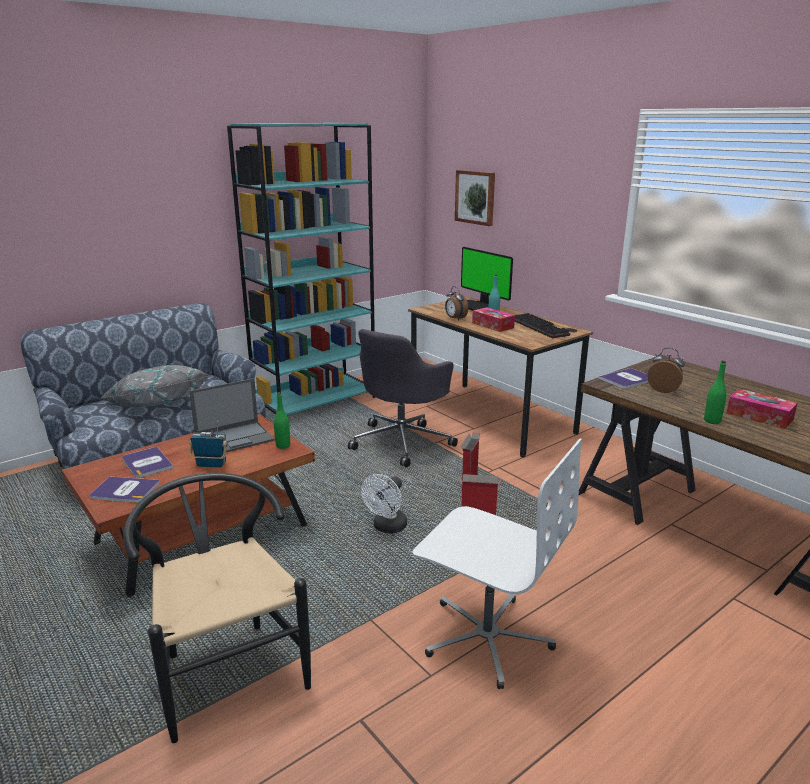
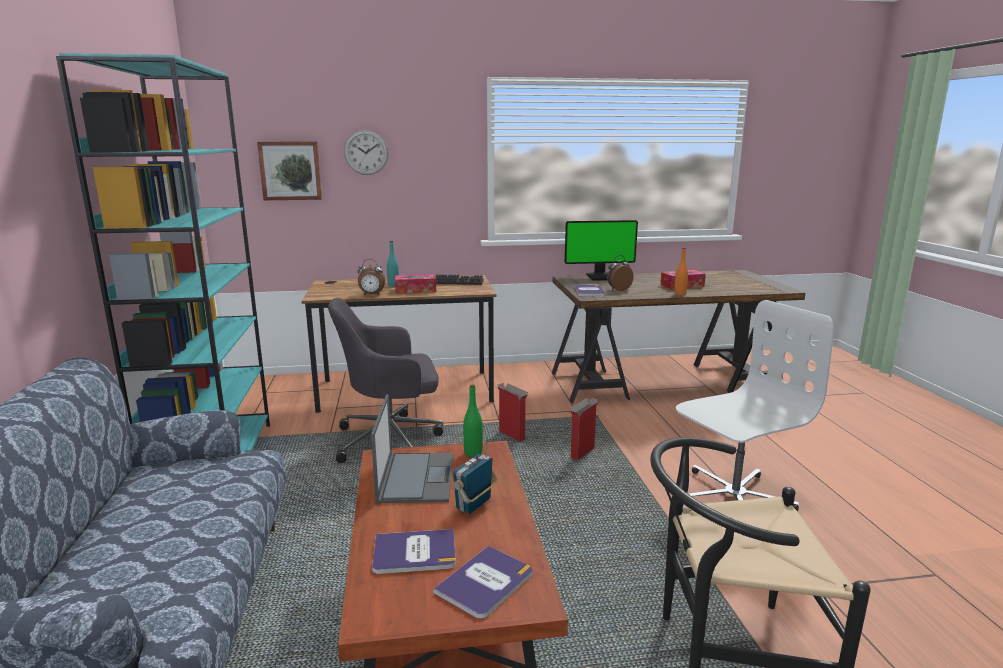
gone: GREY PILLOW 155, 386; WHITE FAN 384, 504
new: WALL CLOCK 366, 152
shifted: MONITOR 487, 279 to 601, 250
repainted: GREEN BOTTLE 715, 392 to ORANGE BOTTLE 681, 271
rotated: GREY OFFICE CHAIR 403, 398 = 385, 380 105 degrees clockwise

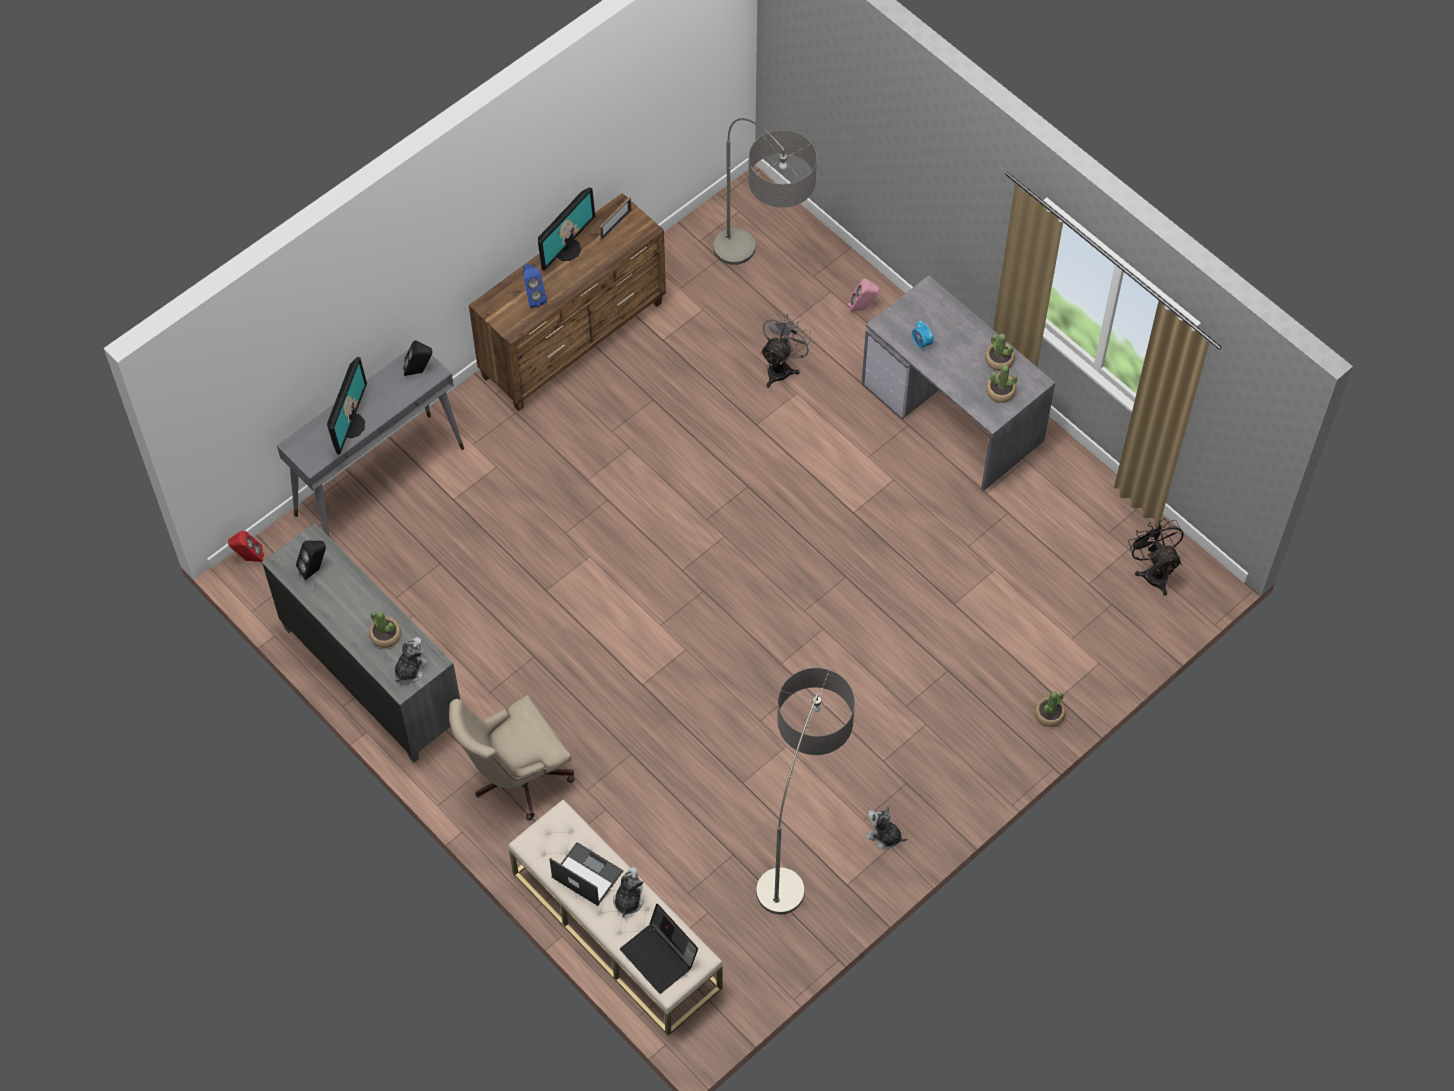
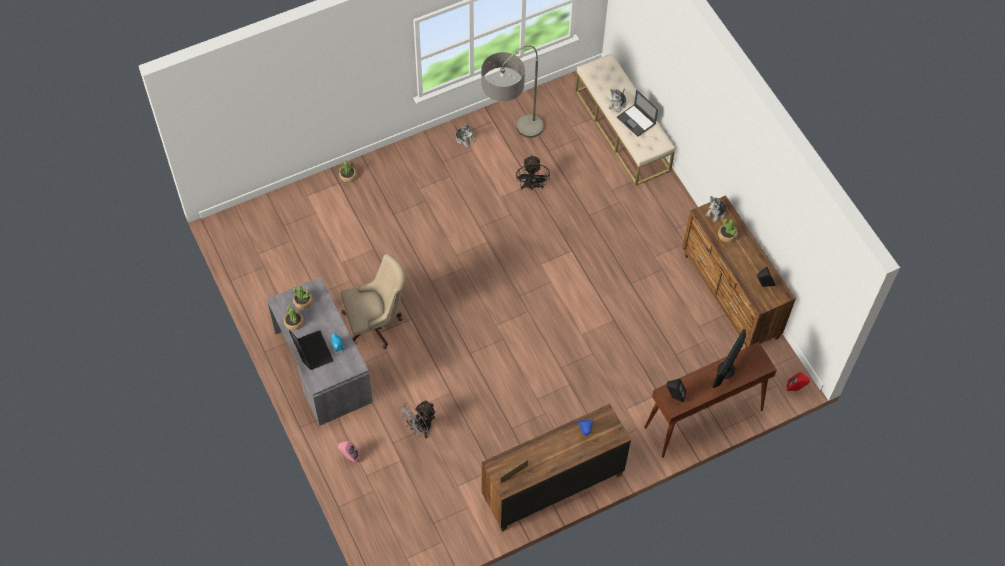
gone: MONITOR 566, 229; FLOOR LAMP 765, 191
shifted: LAPTOP 659, 949 to 311, 350; BEIGE OFFICE CHAIR 511, 758 to 373, 301; BLACK FAN 1156, 557 to 533, 172
repainted: GREY CONSOLE TABLE 370, 442 to BROWN CONSOLE TABLE 710, 400; GREY DRESSER 361, 643 to BROWN DRESSER 739, 271

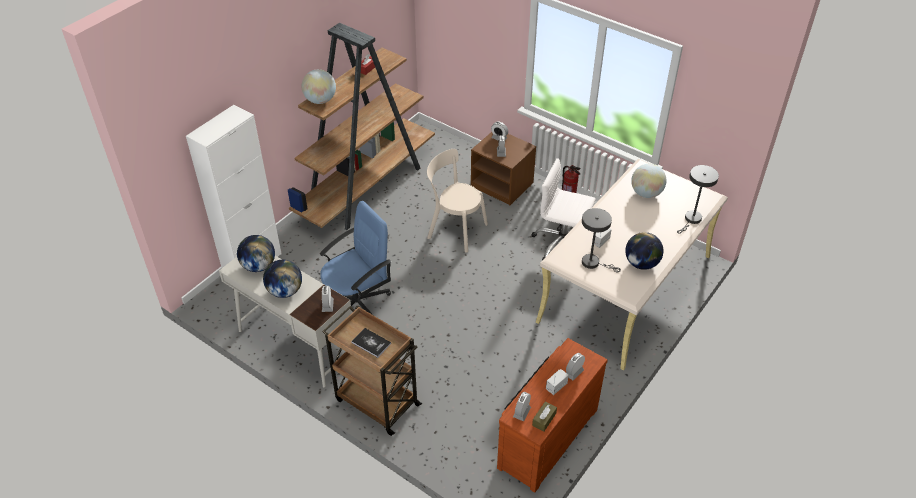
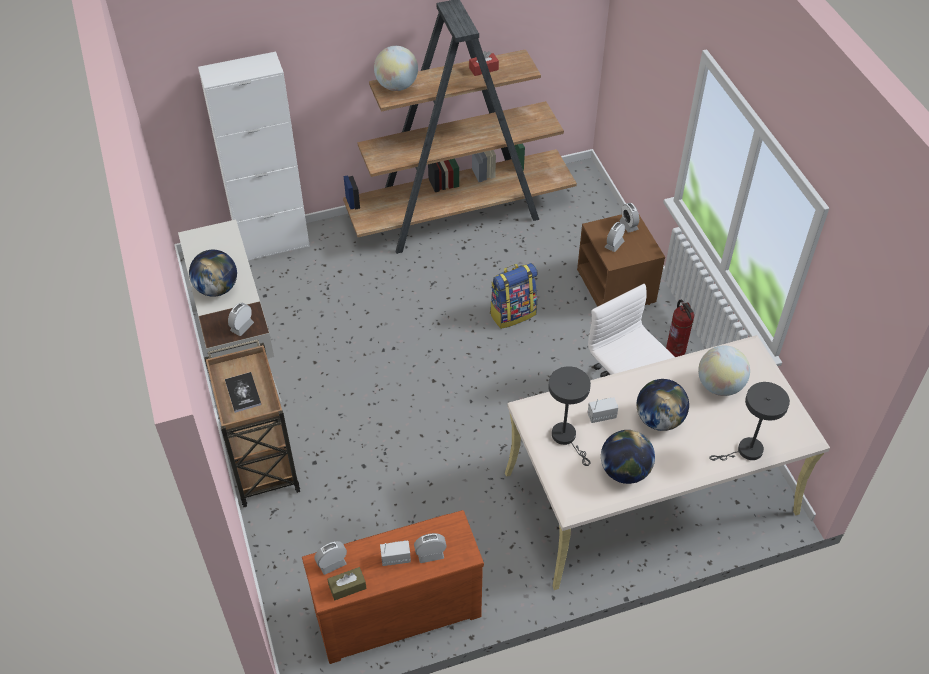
gone: BLUE OFFICE CHAIR 355, 258
shifted: GLOBE 256, 253 to 663, 405
swapped: BEIGE CHAIR 457, 201 to BACKPACK 514, 296

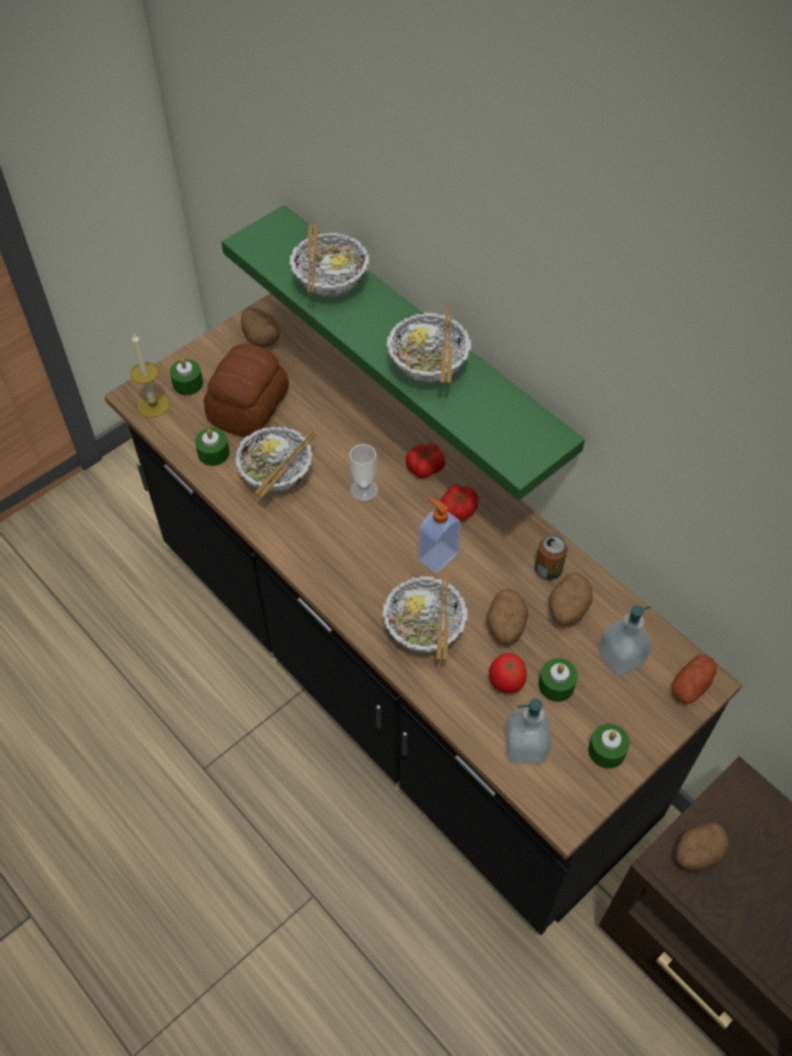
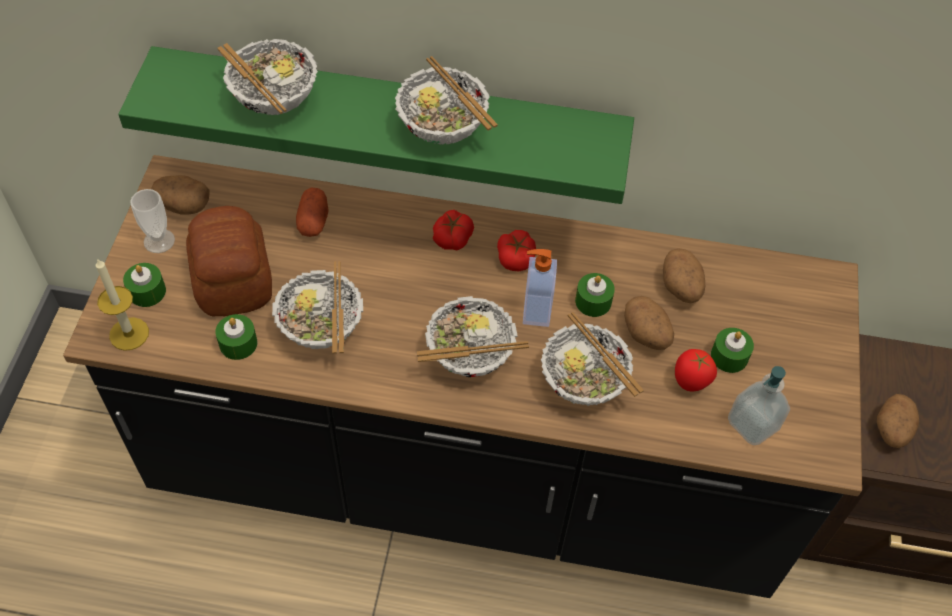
gone: CAN 551, 557; SOAP DISPENSER 625, 640
new: BOWL 473, 336
shifted: CUP 363, 472 to 152, 221; POTATO 694, 679 to 312, 212; GREEN CANDLE 609, 746 to 595, 295

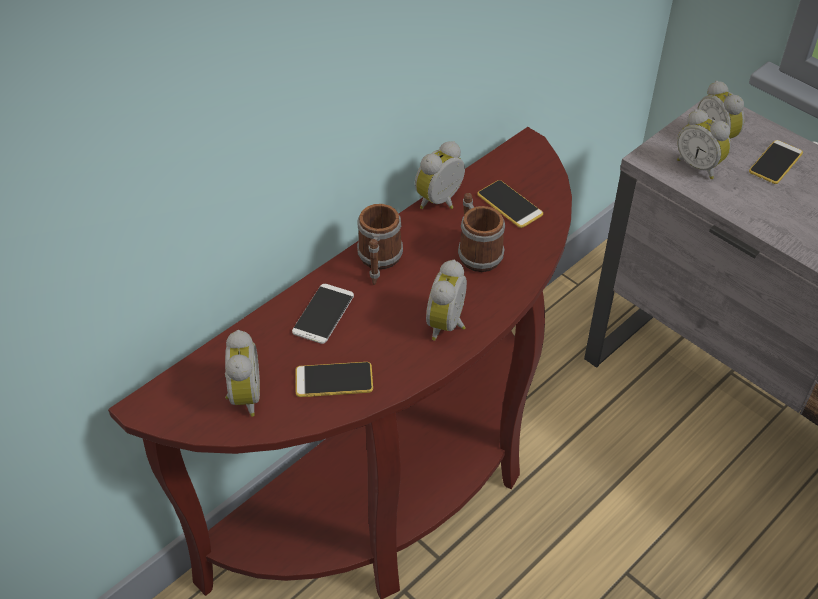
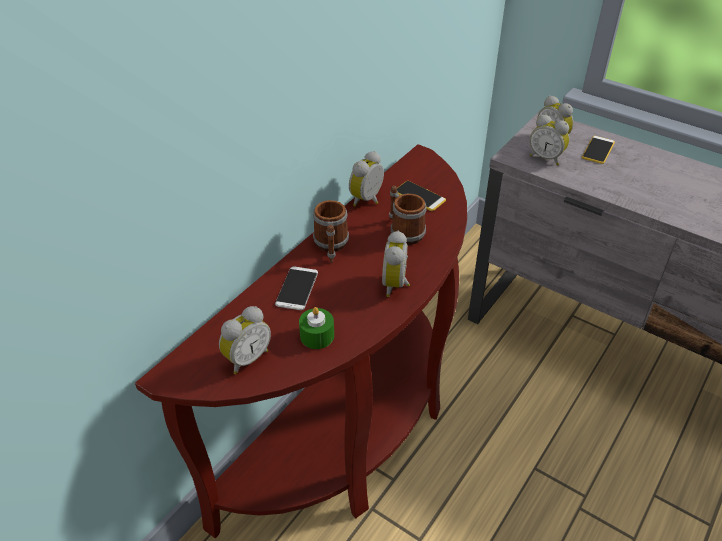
swapped: PHONE 334, 379 to GREEN CANDLE 316, 328
rotated: ALARM CLOCK 242, 373 = 245, 340 60 degrees clockwise

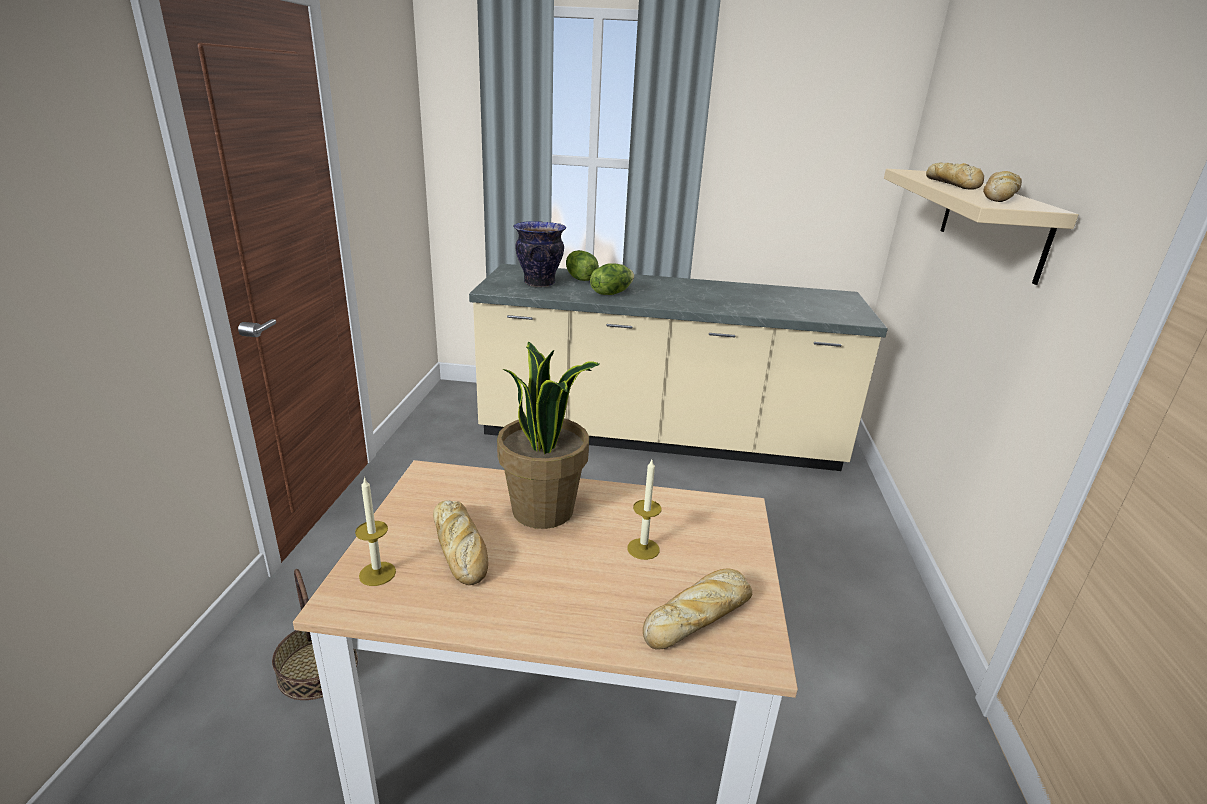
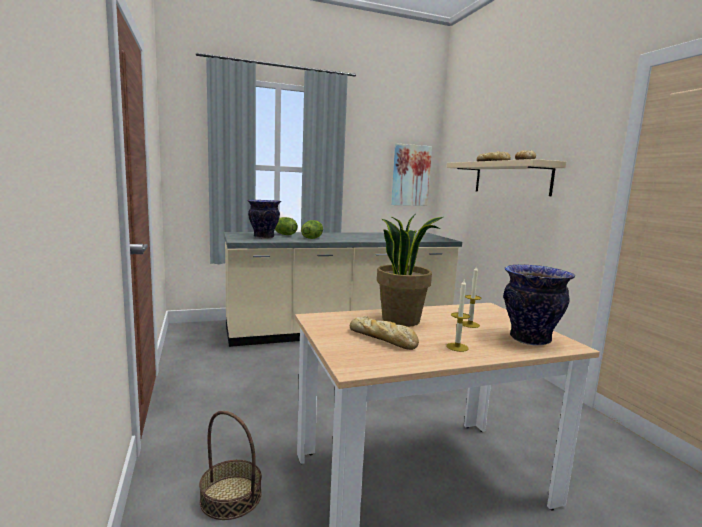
new: PICTURE 411, 174
shifted: CANDLE 375, 531 to 458, 316
swapped: BREAD 697, 609 to VASE 539, 305

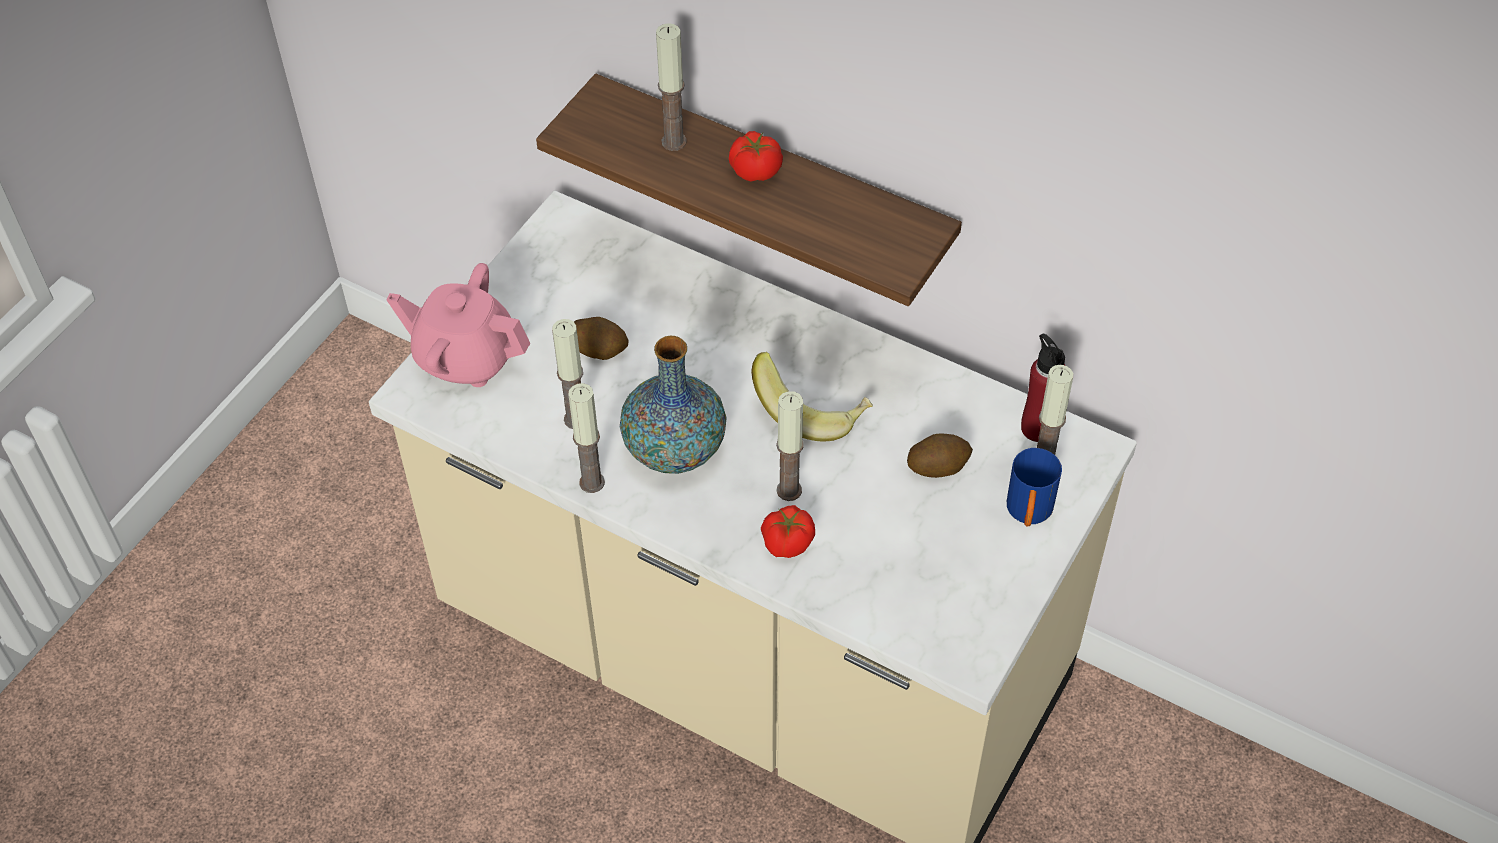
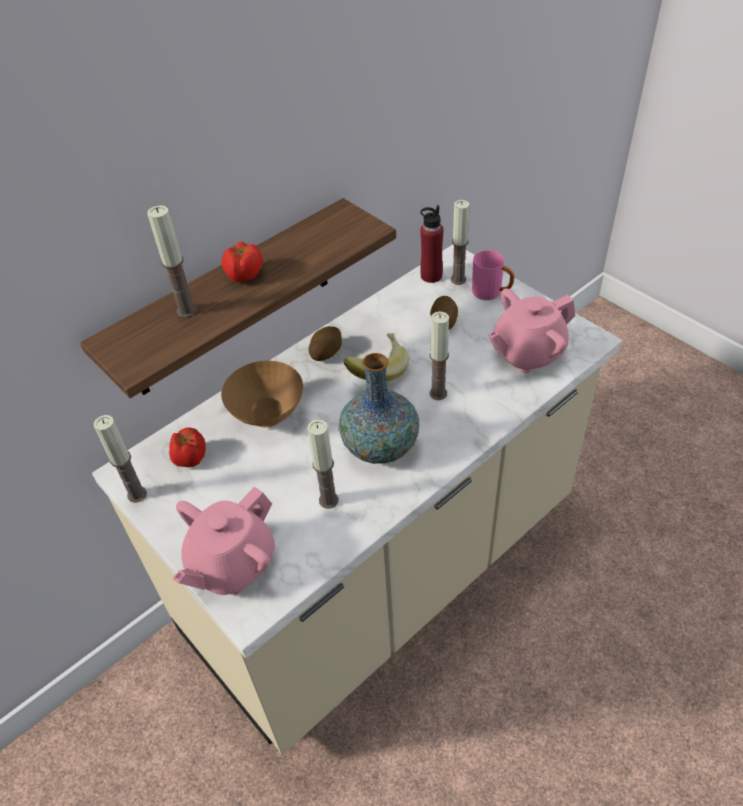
new: BROWN BOWL 262, 394; PINK TEAPOT 531, 331
shifted: CANDLE 586, 438 to 120, 459; TOMATO 788, 531 to 187, 447; POTATO 601, 338 to 325, 343
repainted: BLUE MUG 1034, 487 to PINK MUG 493, 275

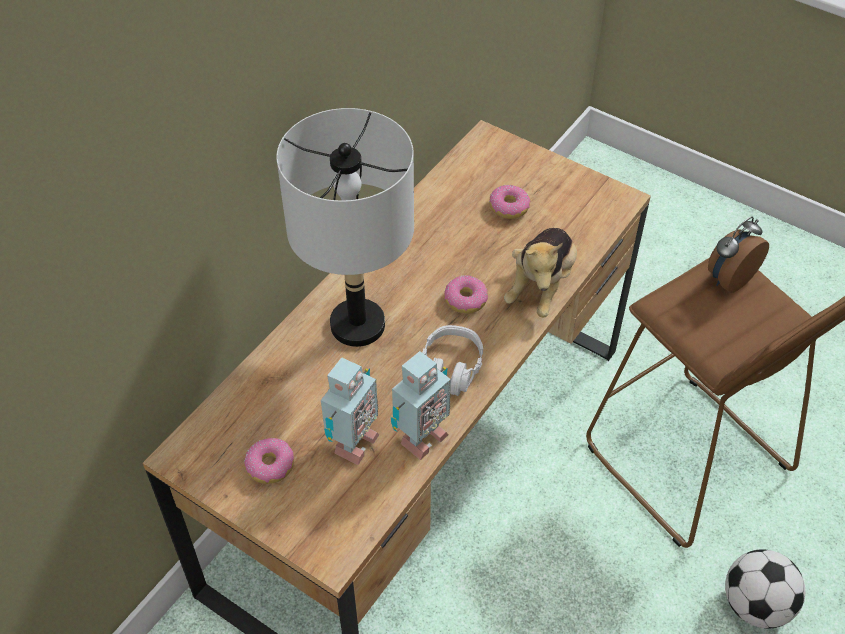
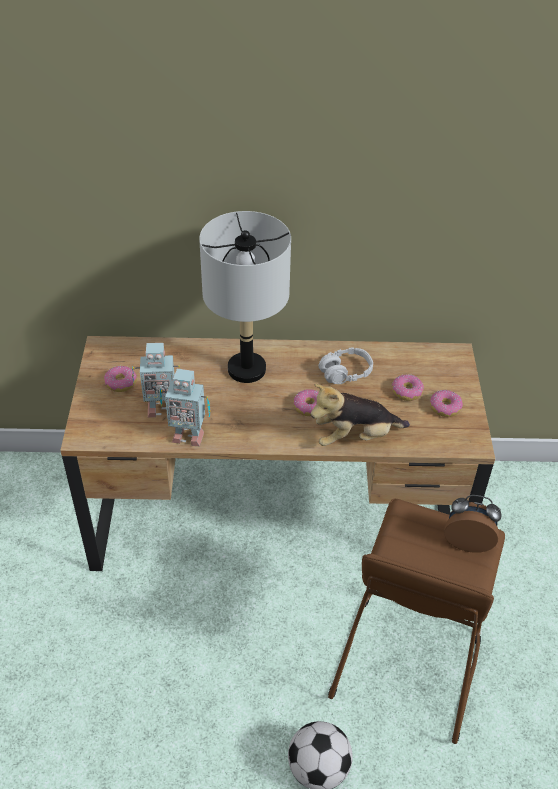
new: DONUT 446, 403
shifted: GREY HEADPHONES 452, 360 to 345, 366

